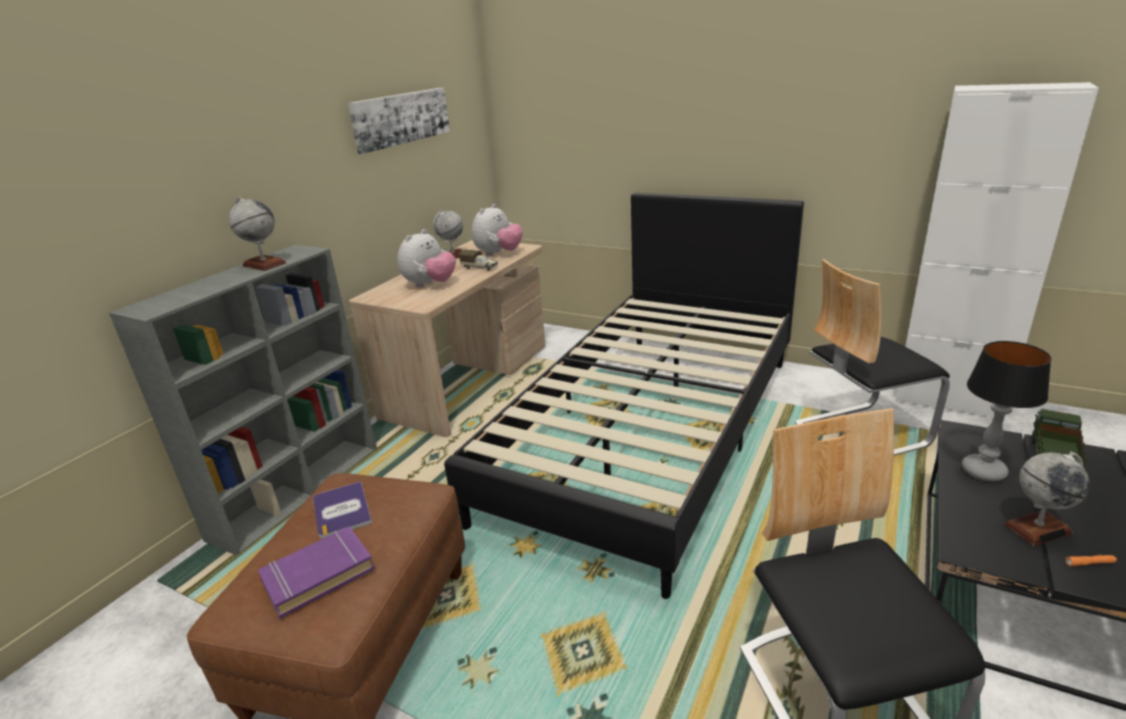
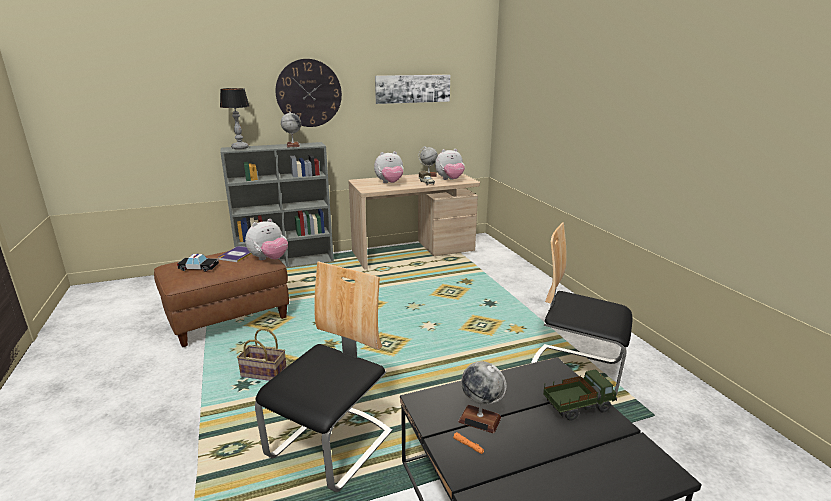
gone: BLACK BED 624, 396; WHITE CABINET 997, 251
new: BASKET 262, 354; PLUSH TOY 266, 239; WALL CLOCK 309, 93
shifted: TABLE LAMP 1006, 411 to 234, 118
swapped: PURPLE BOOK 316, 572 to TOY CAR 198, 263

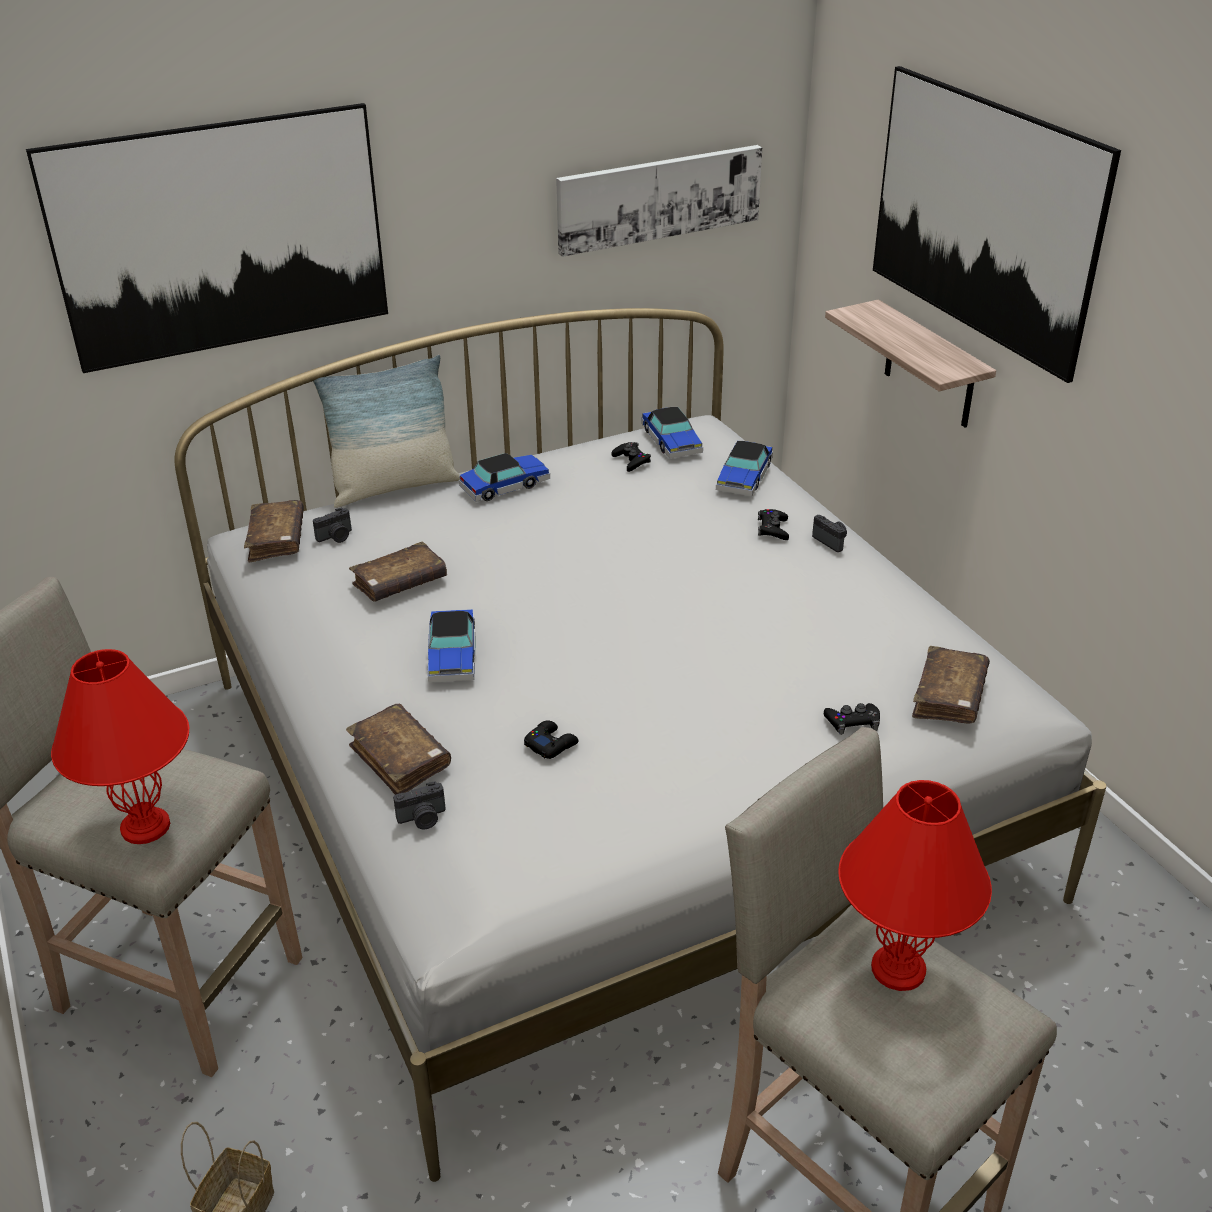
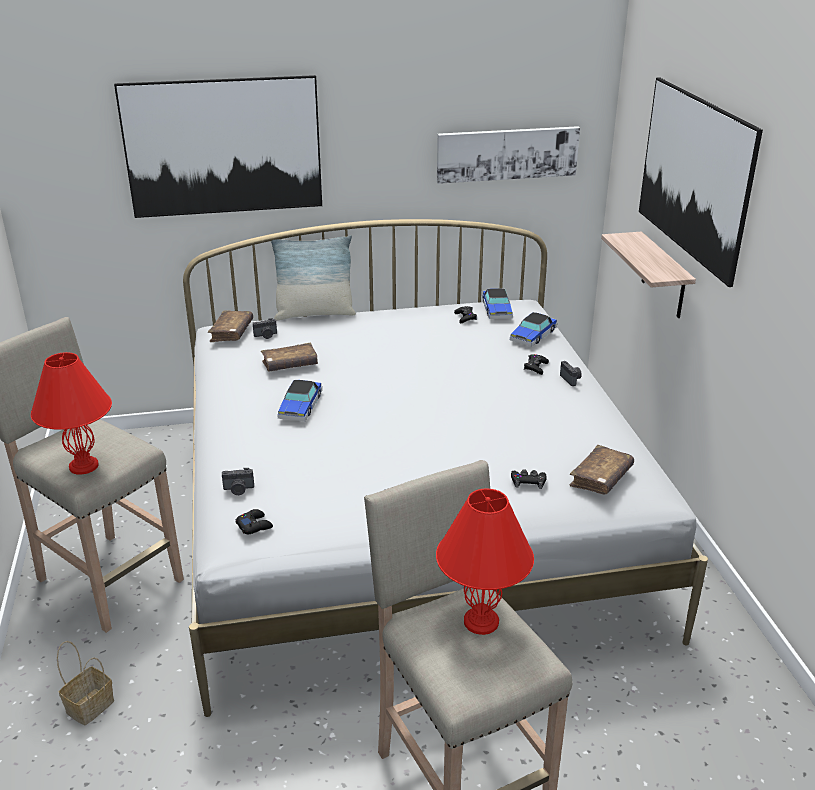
gone: BROWN BOOK 398, 749; TOY CAR 504, 477
shifted: BLACK GAME CONTROLLER 551, 739 to 254, 521

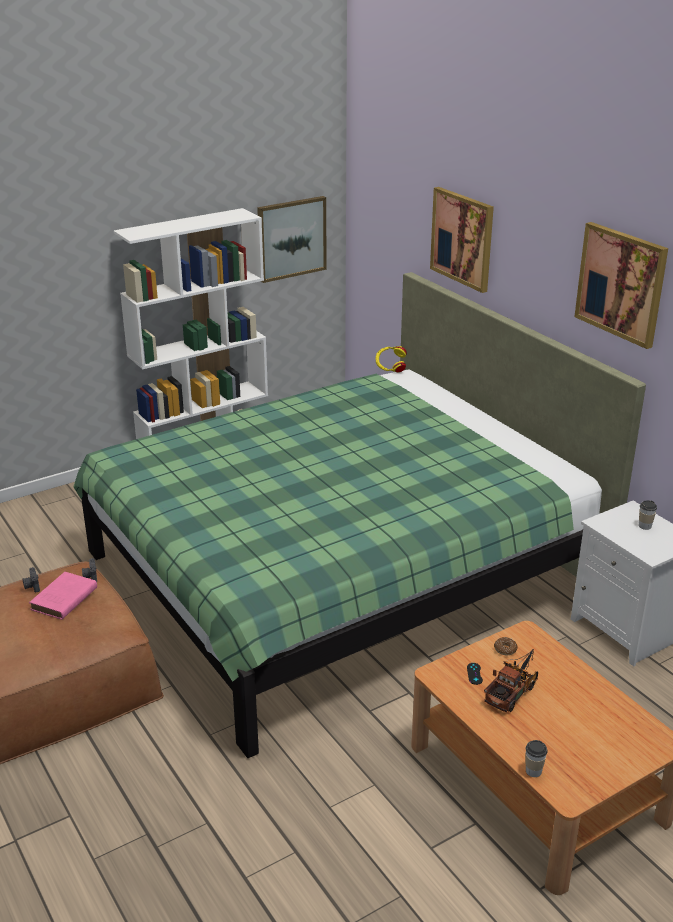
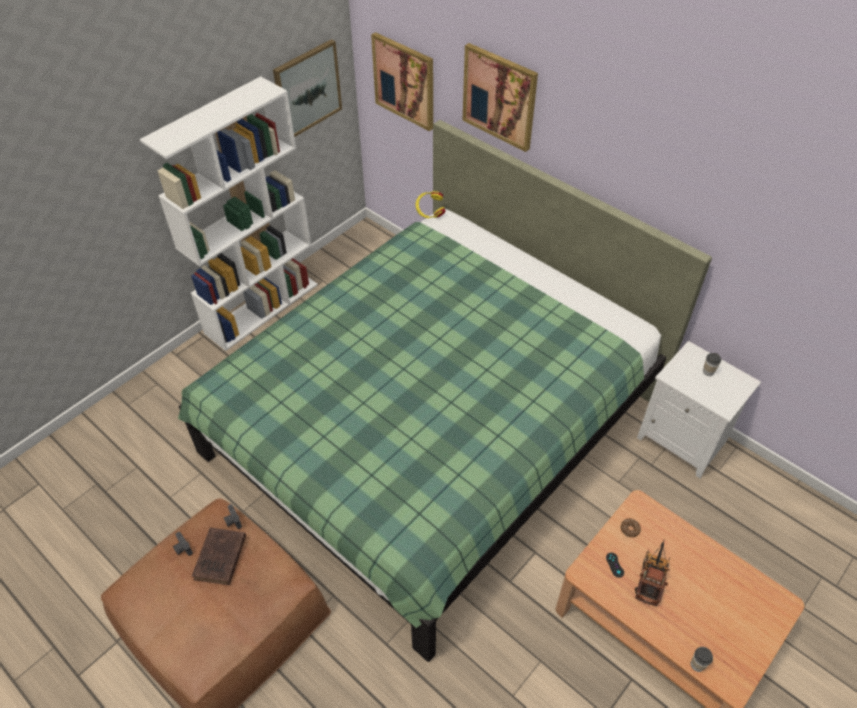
shifted: PICTURE 621, 285 to 402, 81
repainted: PINK BOOK 63, 596 to BROWN BOOK 219, 556

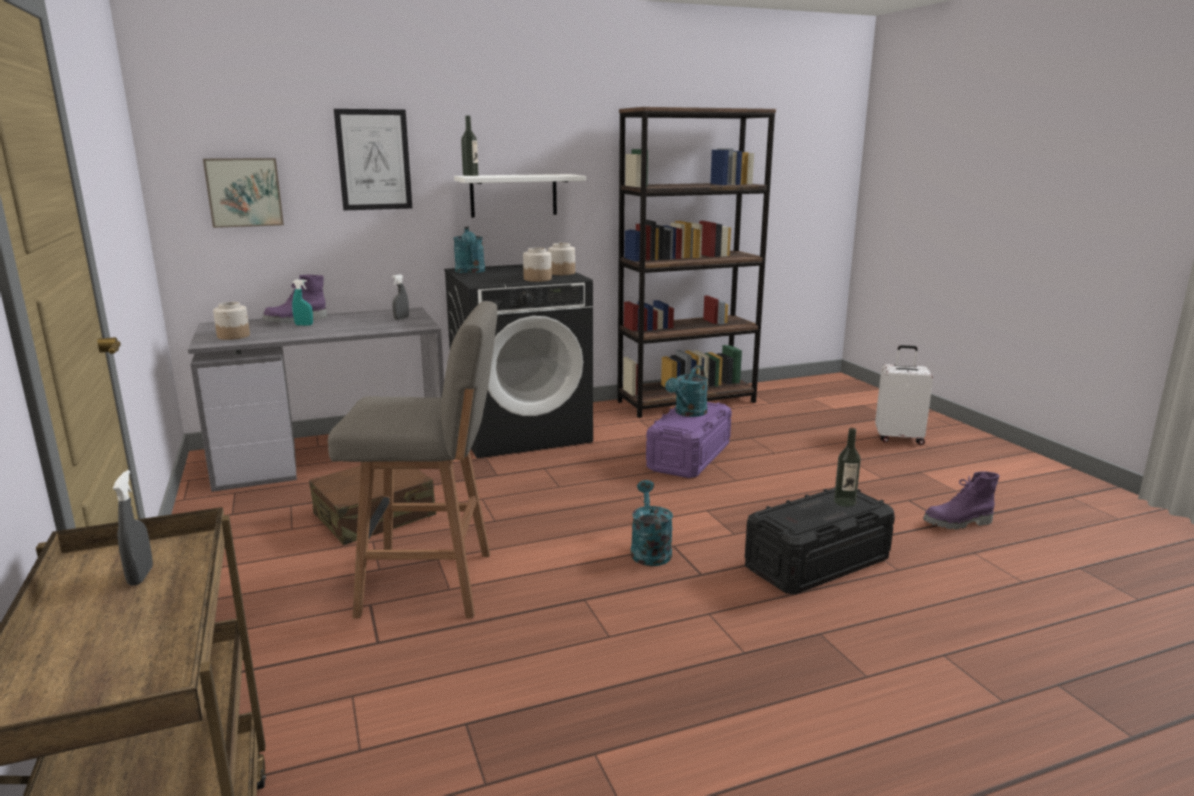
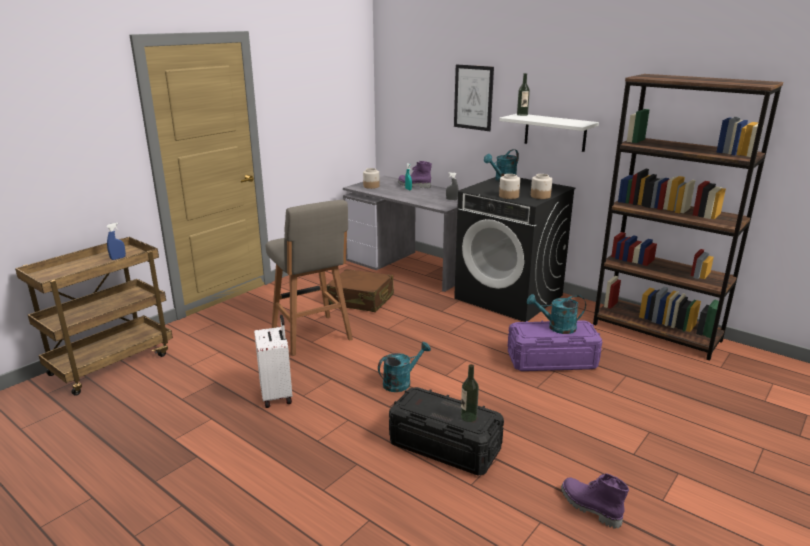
gone: PICTURE 243, 193
shifted: WHITE SUITCASE 904, 395 to 273, 361
repainted: GREY SPRAY BOTTLE 133, 528 to BLUE SPRAY BOTTLE 116, 241

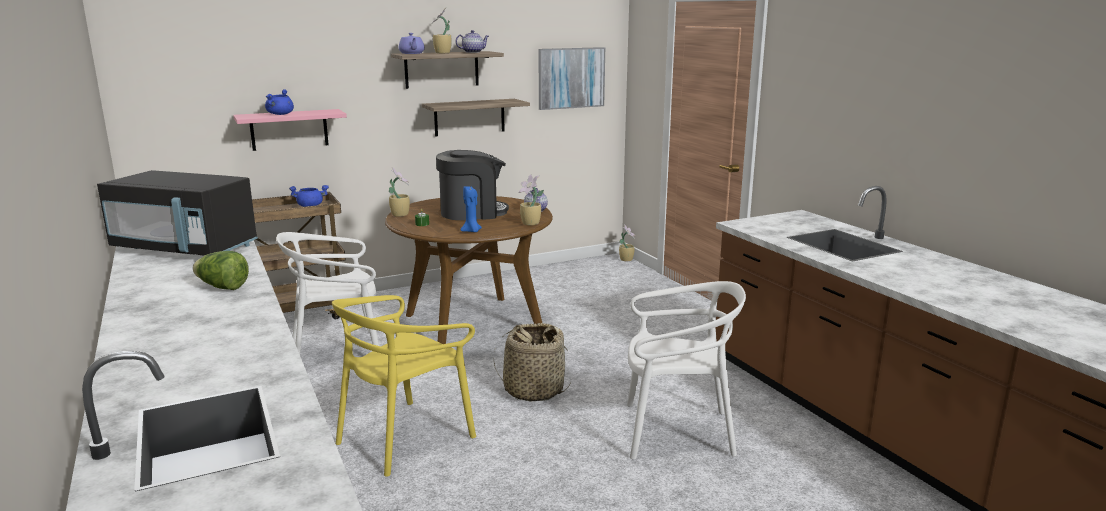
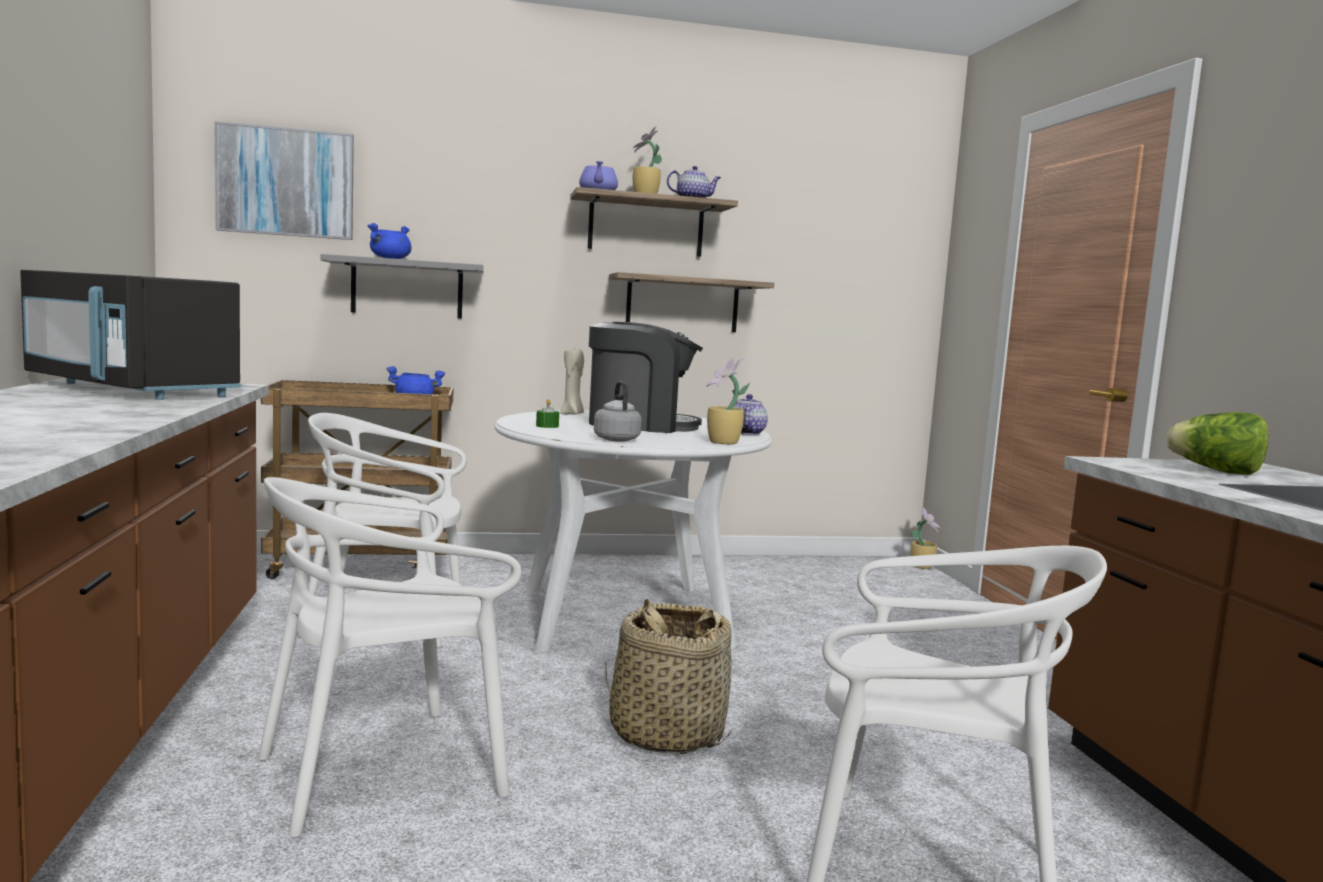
gone: POTTED PLANT 399, 192
new: BEIGE CANDLE 572, 381
shifted: PICTURE 571, 78 to 284, 180; LETTUCE 221, 270 to 1217, 443
swapped: BLUE CANDLE 471, 209 to GREY KETTLE 618, 411
repainted: YELLOW CHAIR 404, 386 to WHITE CHAIR 389, 657; PINK SHELF 290, 130 to GREY SHELF 402, 286; BROWN DINING TABLE 469, 270 to WHITE DINING TABLE 633, 531

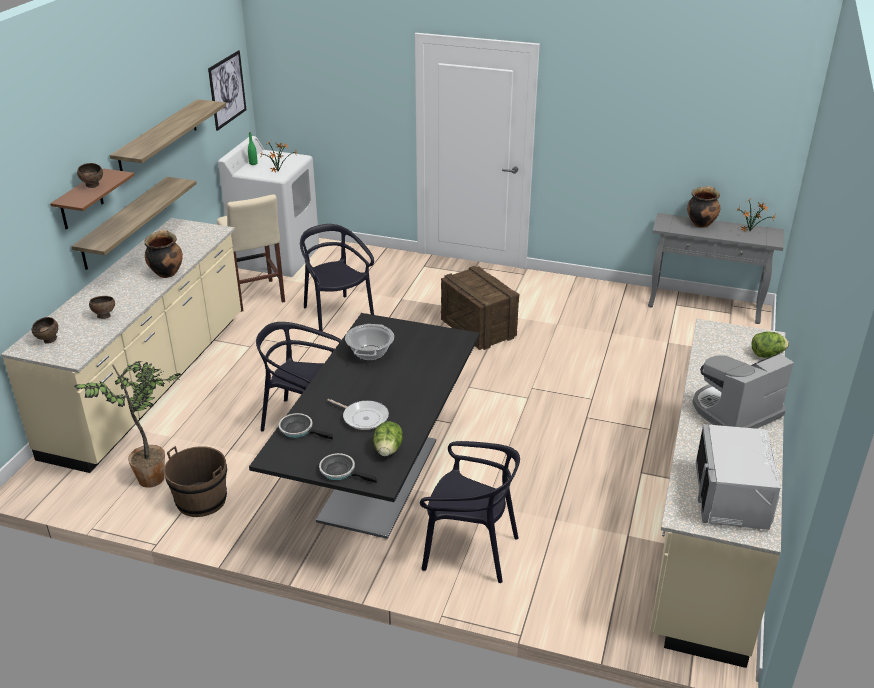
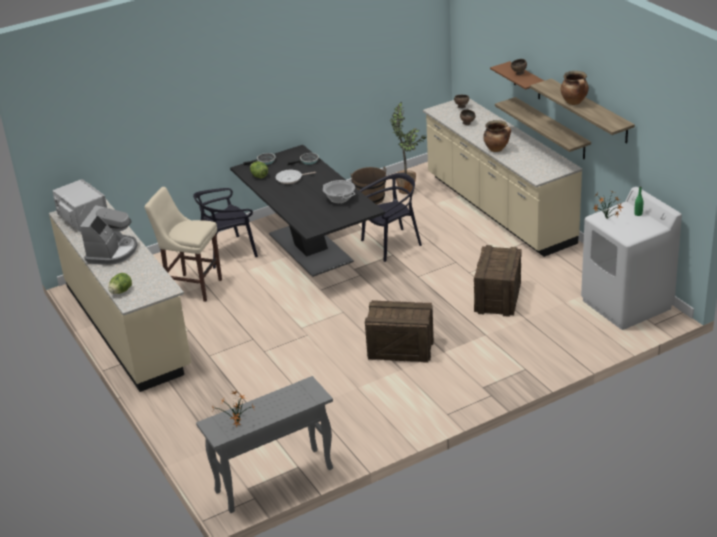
gone: PICTURE 227, 90
shifted: BEIGE STOOL 251, 253 to 183, 244; COOKING POT 703, 207 to 574, 88
swapped: BLACK CHAIR 337, 277 to CRATE 498, 281

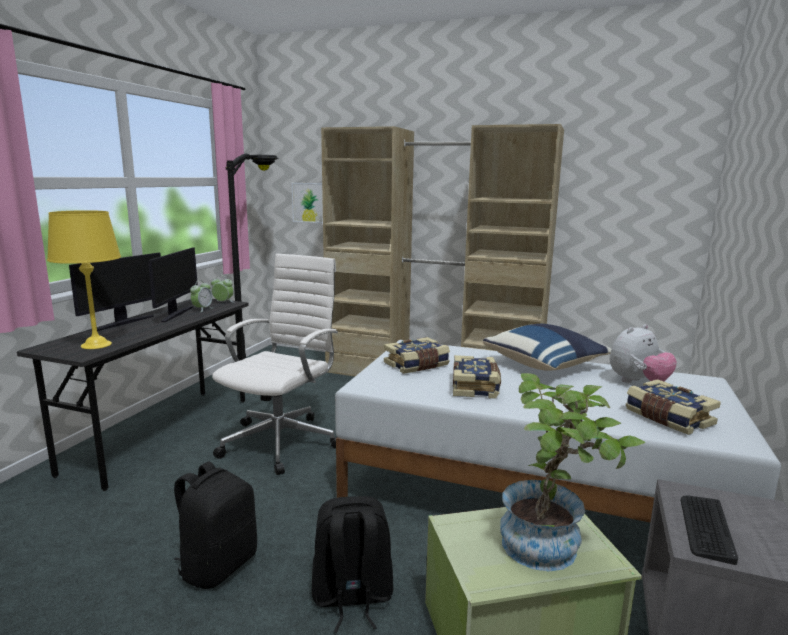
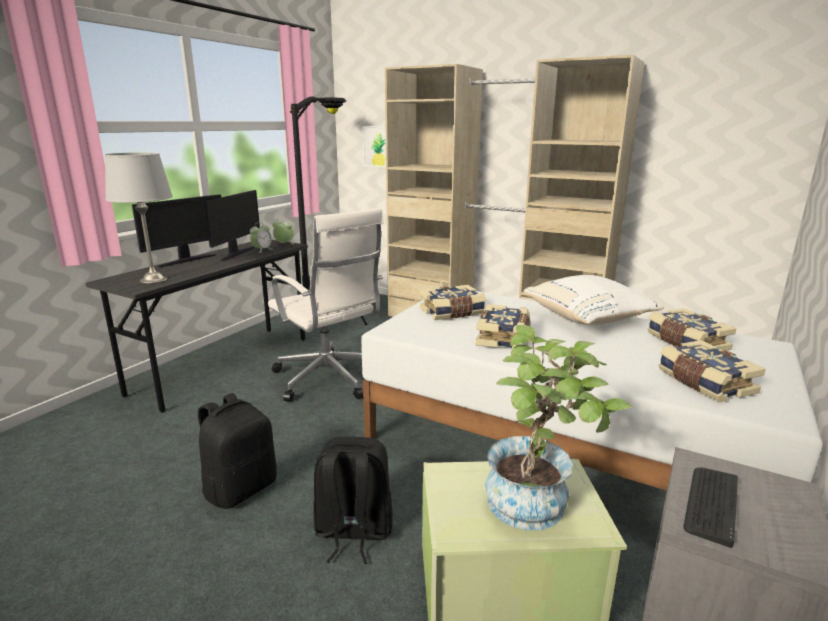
swapped: PLUSH TOY 643, 353 to BOOK 692, 329
repainted: YELLOW TABLE LAMP 84, 279 to GREY TABLE LAMP 139, 218; BLUE PILLOW 547, 347 to WHITE PILLOW 594, 300
rotated: WHITE OFFICE CHAIR 275, 364 = 325, 305 105 degrees clockwise

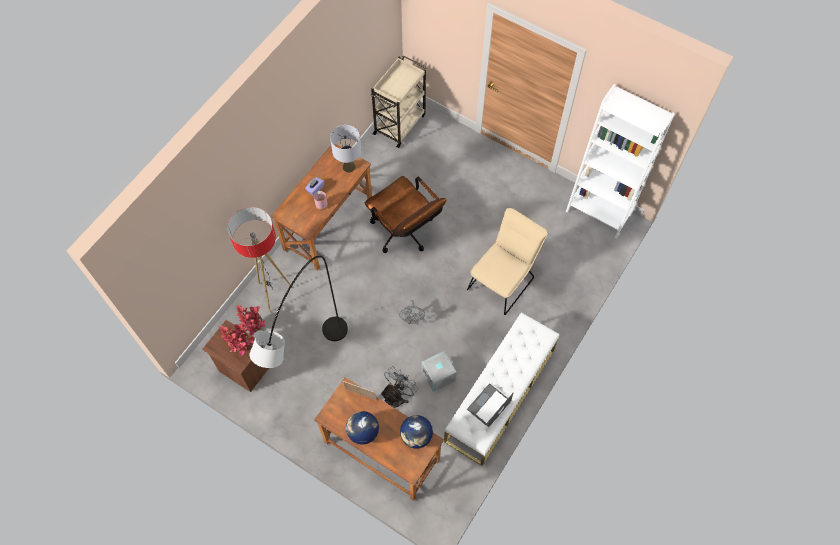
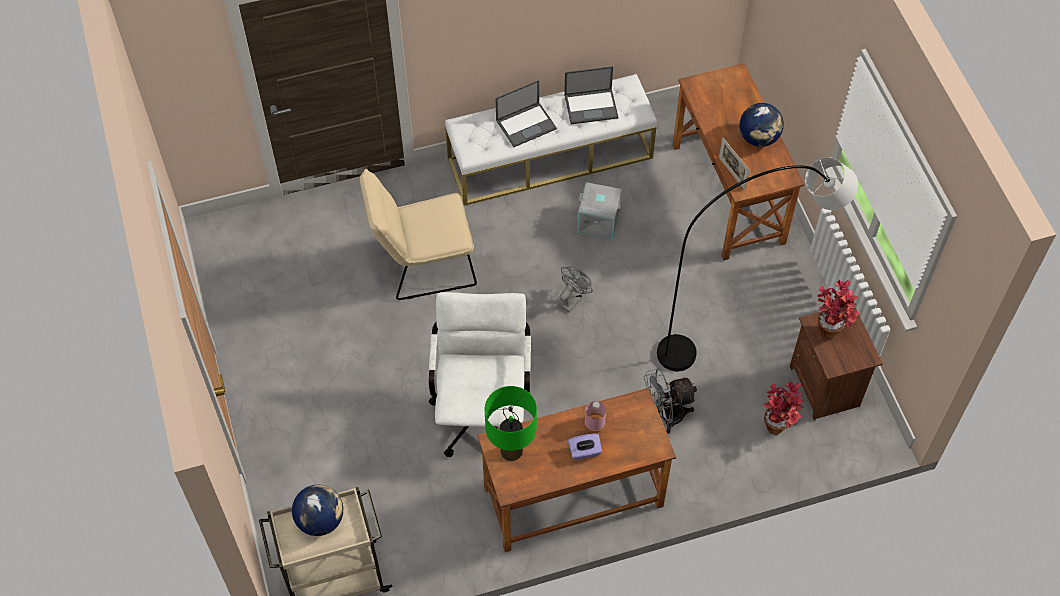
gone: FLOOR LAMP 259, 259; WHITE BOOKCASE 620, 161
new: LAPTOP 526, 113
shifted: GLOBE 416, 432 to 317, 510; GREY FAN 399, 387 to 670, 401
repainted: BROWN OFFICE CHAIR 406, 214 to WHITE OFFICE CHAIR 482, 374; GREY TABLE LAMP 345, 148 to GREEN TABLE LAMP 510, 423

